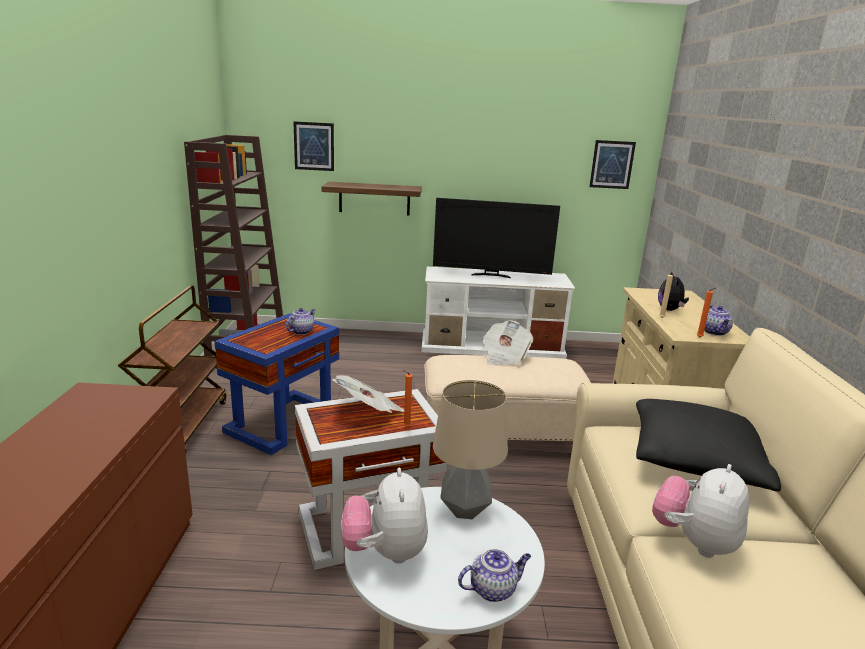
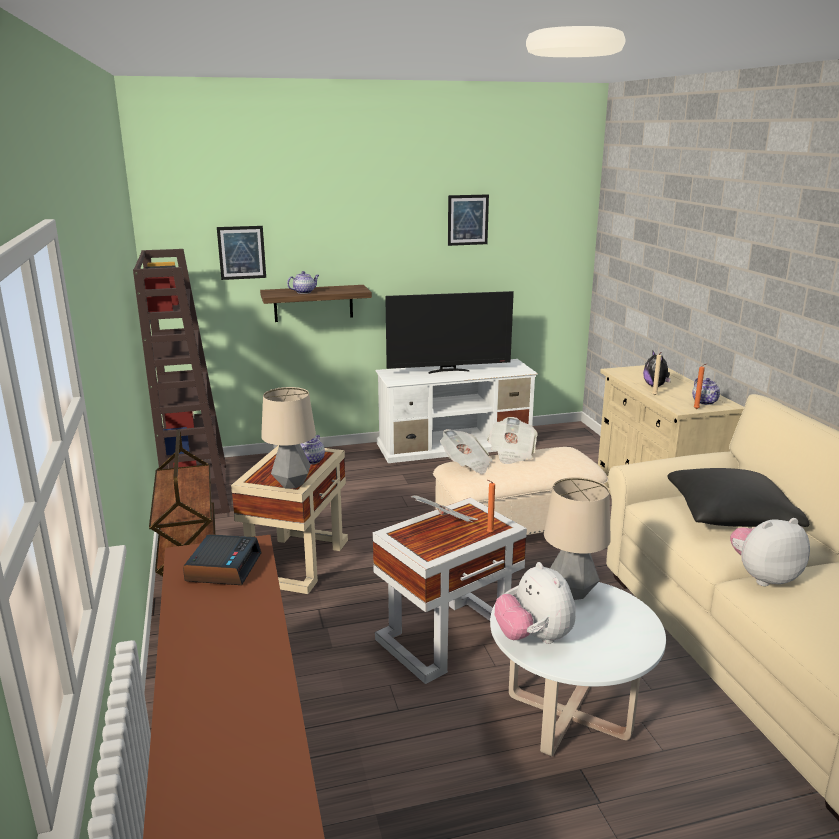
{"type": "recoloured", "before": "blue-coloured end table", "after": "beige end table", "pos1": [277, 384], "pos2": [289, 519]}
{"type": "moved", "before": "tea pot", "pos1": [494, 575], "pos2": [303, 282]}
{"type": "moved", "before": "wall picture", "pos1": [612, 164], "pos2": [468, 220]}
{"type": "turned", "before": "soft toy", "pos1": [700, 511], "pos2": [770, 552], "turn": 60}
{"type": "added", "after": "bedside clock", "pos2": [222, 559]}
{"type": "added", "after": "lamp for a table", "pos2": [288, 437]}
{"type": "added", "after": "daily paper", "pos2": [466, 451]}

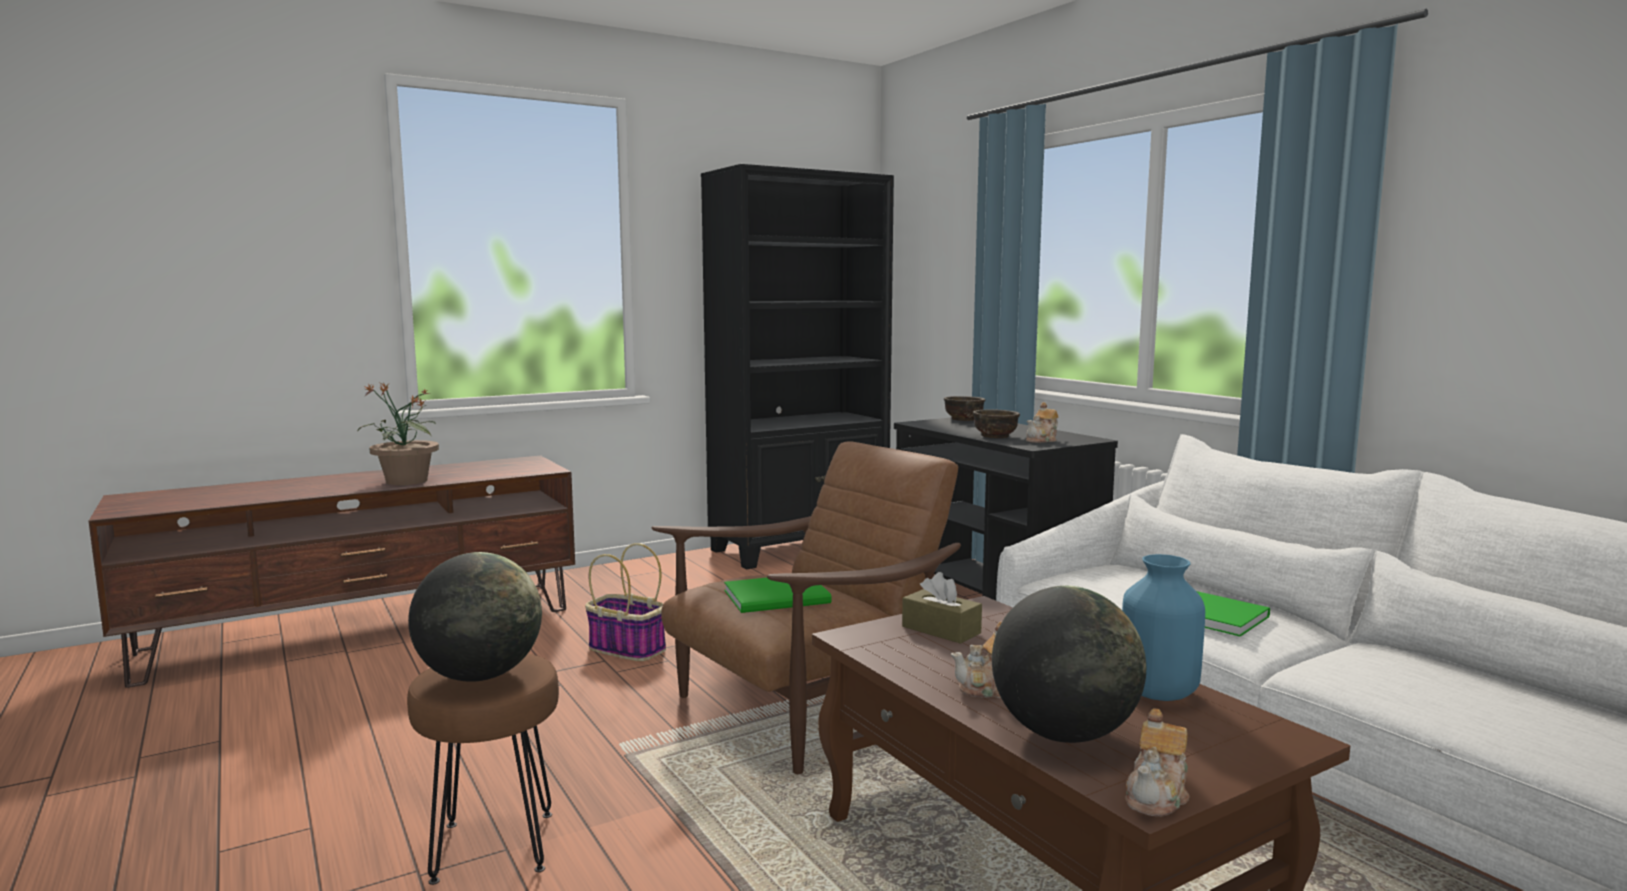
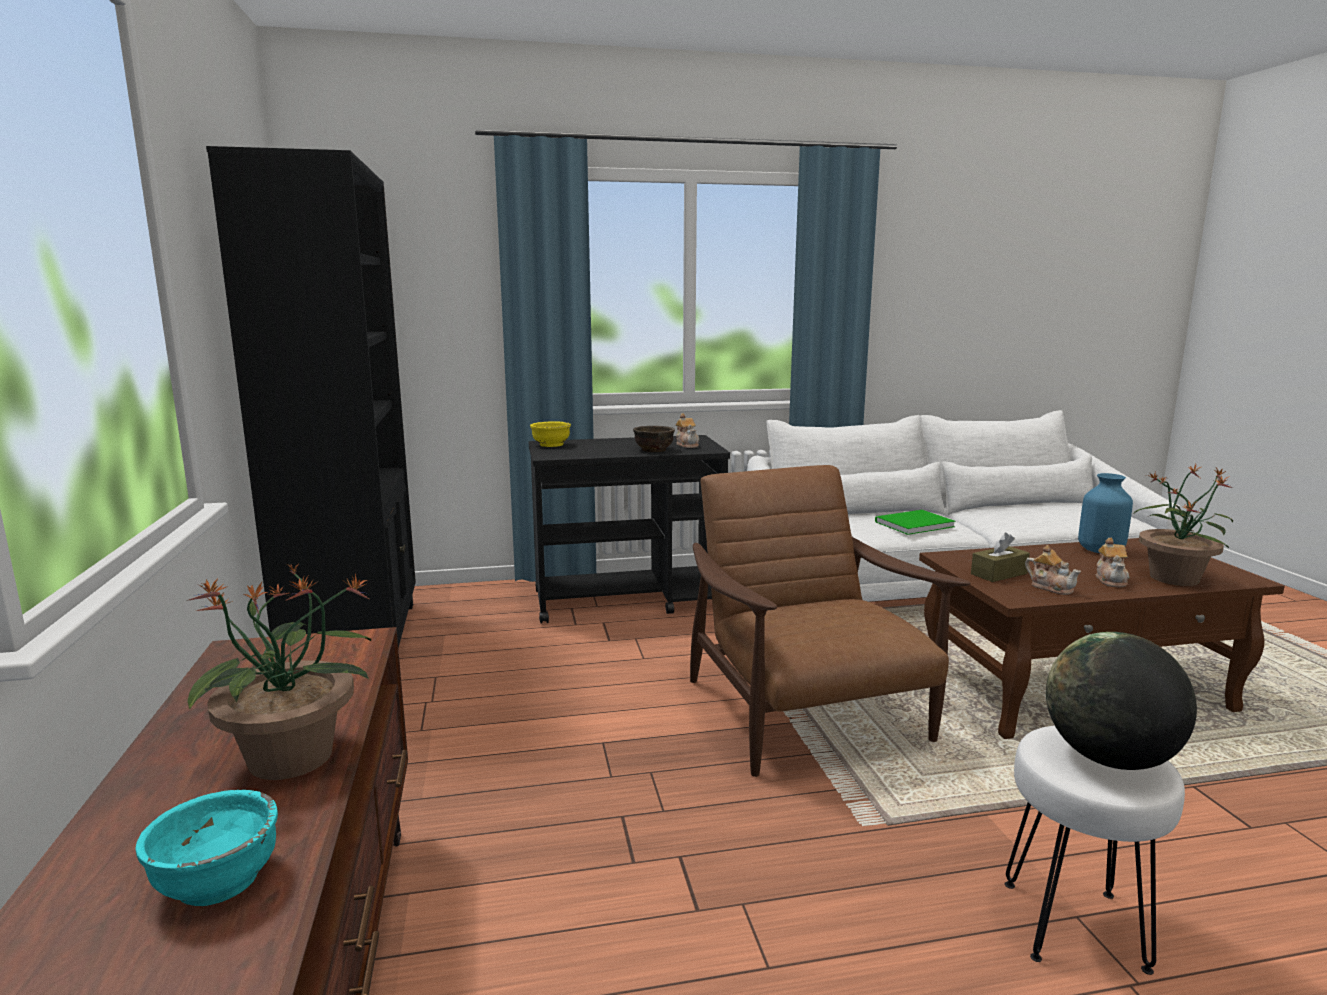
{"type": "recoloured", "before": "brownish stool seat", "after": "whitish stool seat", "pos1": [483, 769], "pos2": [1095, 850]}
{"type": "removed", "before": "household basket", "pos1": [625, 602]}
{"type": "removed", "before": "green-coloured volume", "pos1": [777, 595]}
{"type": "recoloured", "before": "brownish bowl", "after": "yellow-coloured bowl", "pos1": [964, 408], "pos2": [550, 434]}
{"type": "replaced", "before": "desk globe", "after": "potted plant", "pos1": [1069, 664], "pos2": [1183, 525]}
{"type": "moved", "before": "tea pot", "pos1": [1157, 762], "pos2": [1053, 570]}
{"type": "added", "after": "turquoise bowl", "pos2": [206, 848]}

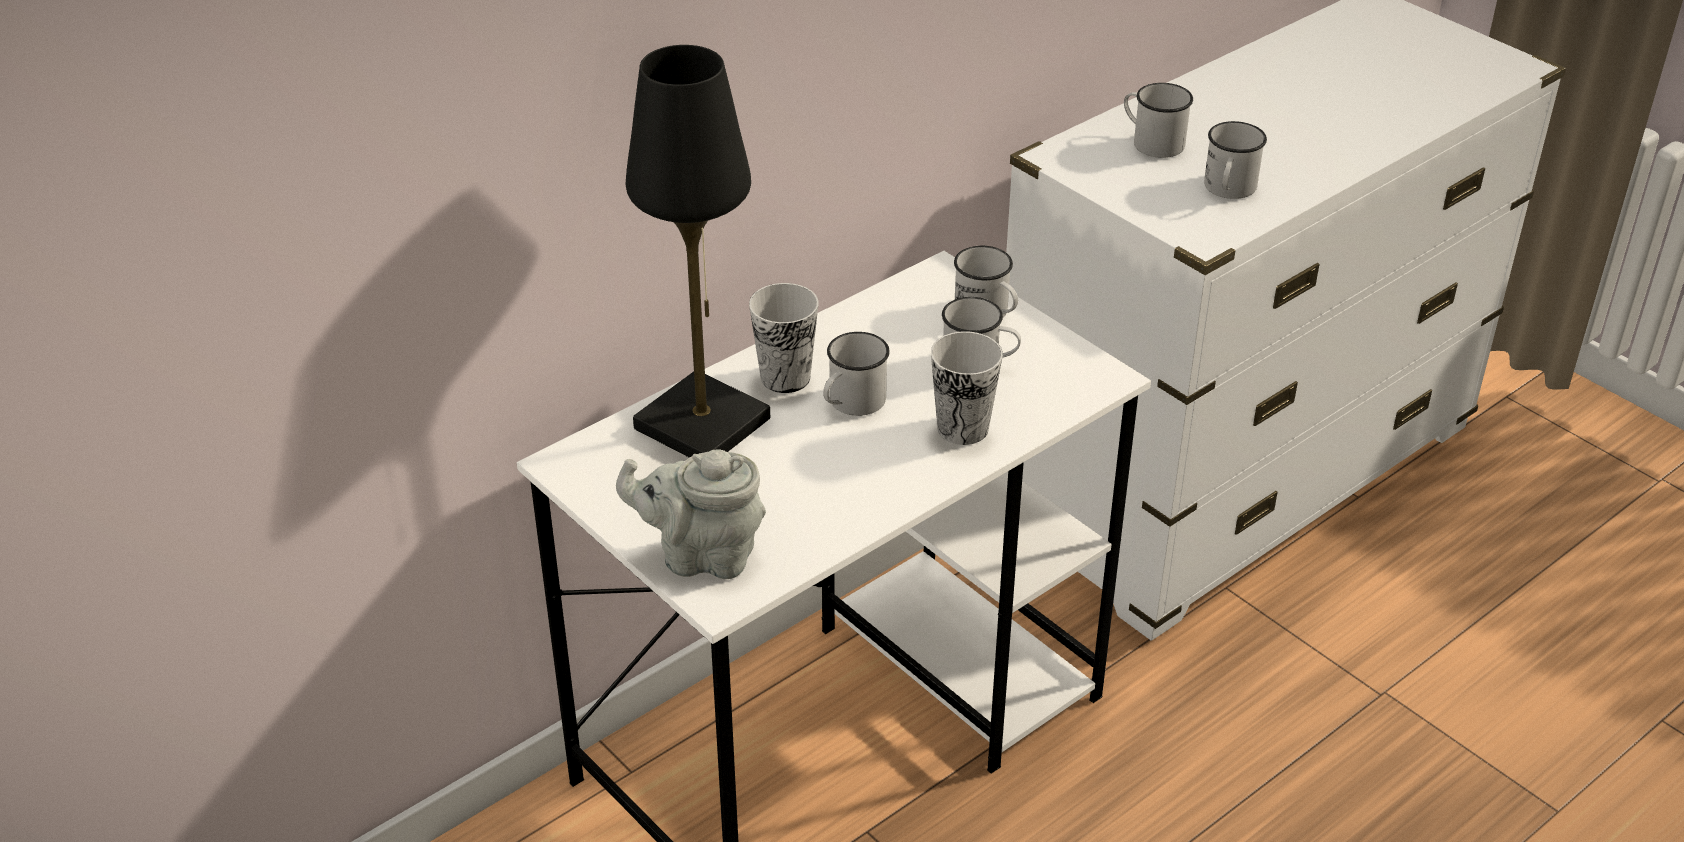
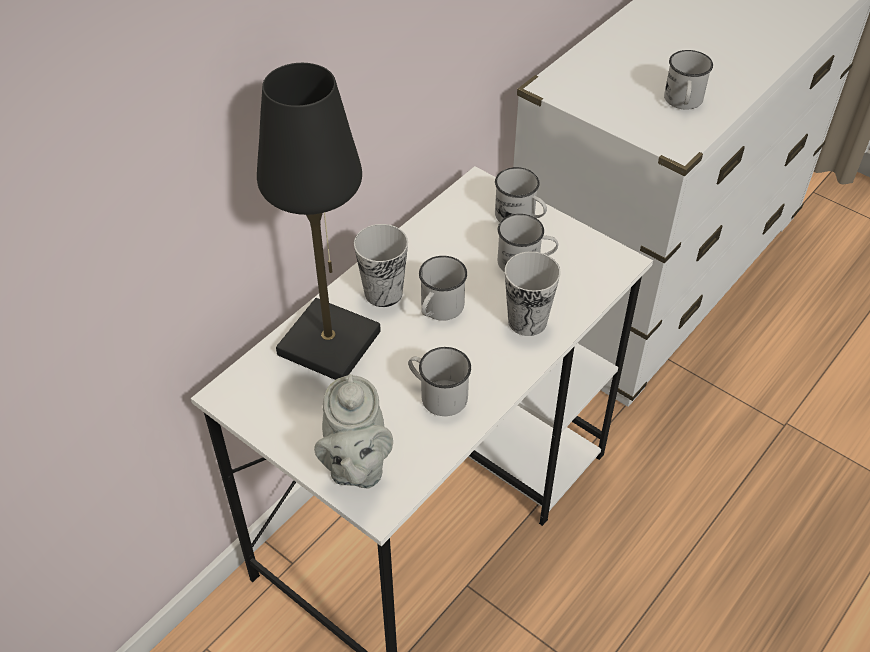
{"type": "turned", "before": "gray tea pot", "pos1": [691, 514], "pos2": [353, 431], "turn": -90}
{"type": "moved", "before": "whitish mug", "pos1": [1158, 120], "pos2": [439, 381]}

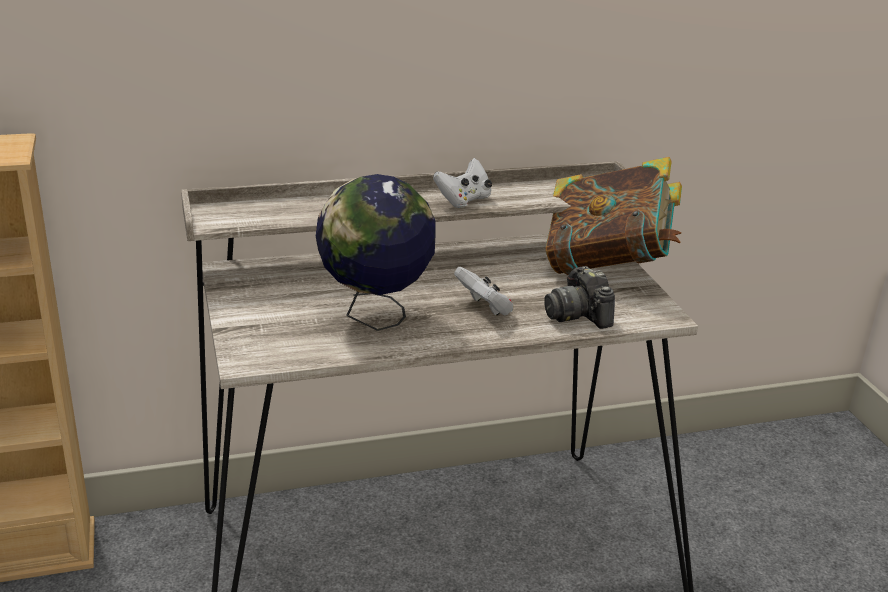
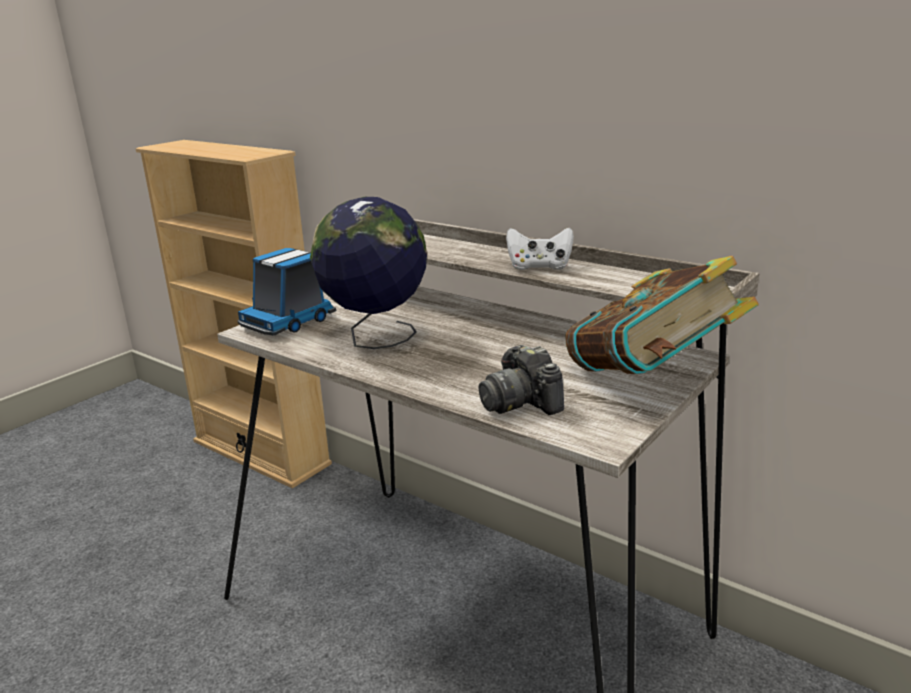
{"type": "removed", "before": "whitish gamepad", "pos1": [484, 291]}
{"type": "turned", "before": "still camera", "pos1": [579, 297], "pos2": [521, 380], "turn": -60}
{"type": "added", "after": "toy truck", "pos2": [287, 291]}

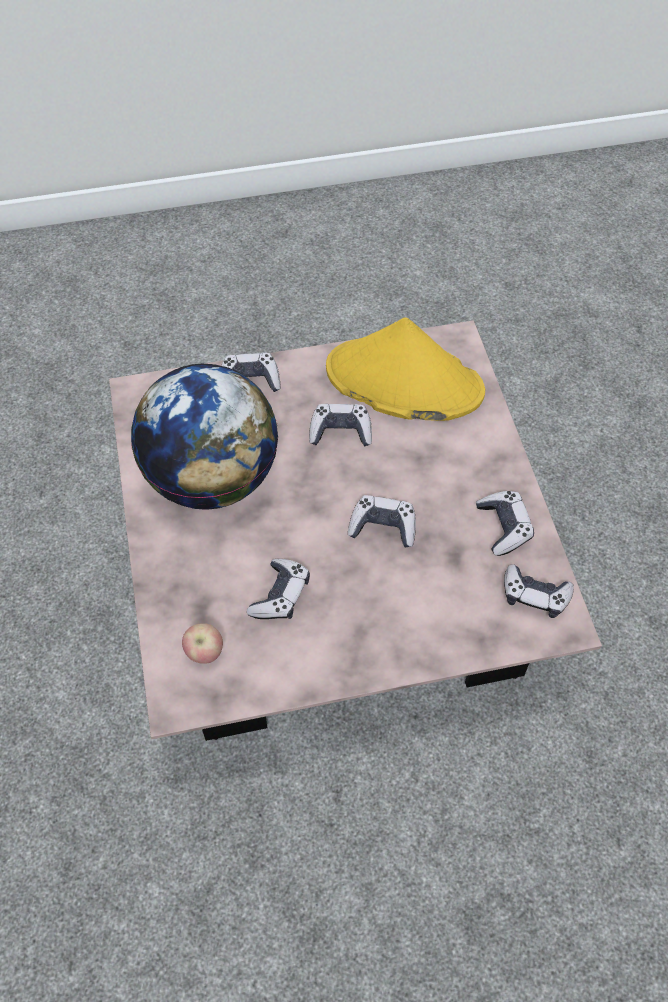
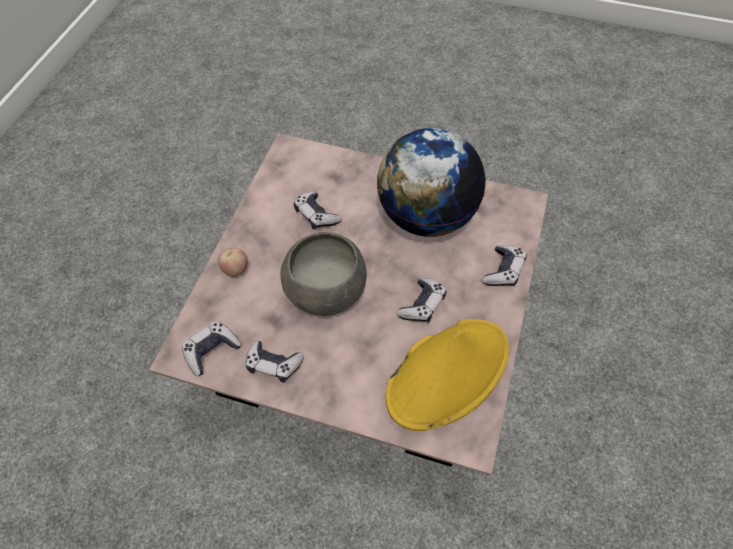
{"type": "moved", "before": "apple fruit", "pos1": [202, 643], "pos2": [233, 262]}
{"type": "replaced", "before": "gamepad", "after": "gray bowl", "pos1": [382, 521], "pos2": [323, 274]}

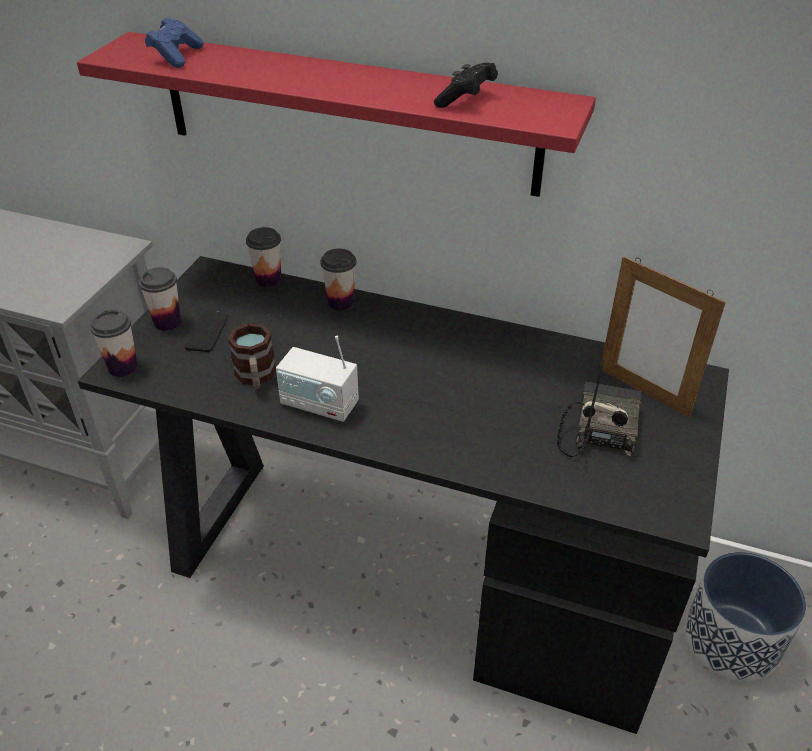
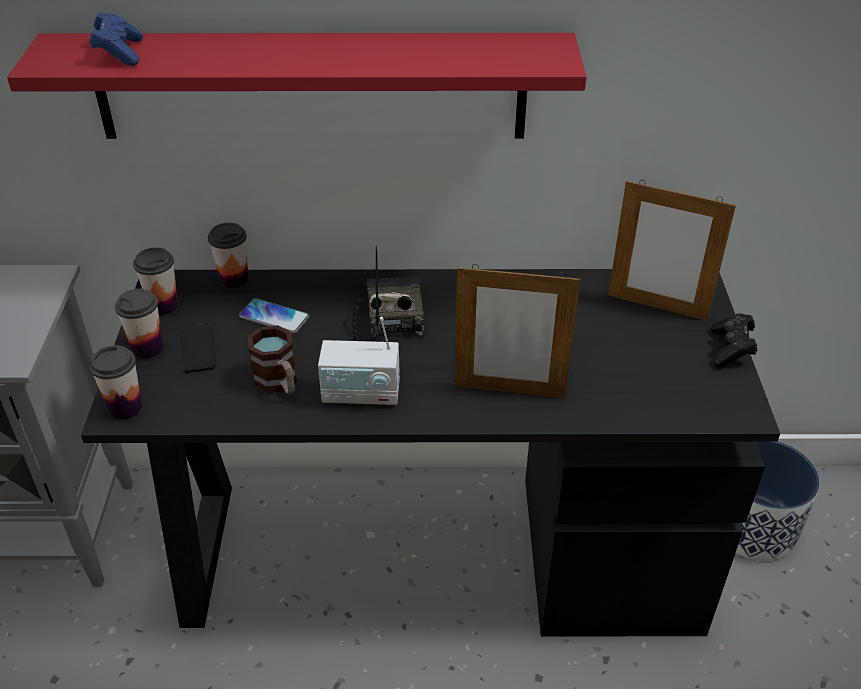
{"type": "moved", "before": "drinking cup", "pos1": [338, 280], "pos2": [155, 281]}
{"type": "moved", "before": "black-coloured gamepad", "pos1": [466, 85], "pos2": [734, 341]}
{"type": "moved", "before": "radio", "pos1": [599, 408], "pos2": [388, 294]}
{"type": "added", "after": "phone", "pos2": [274, 316]}
{"type": "added", "after": "photo frame", "pos2": [517, 331]}

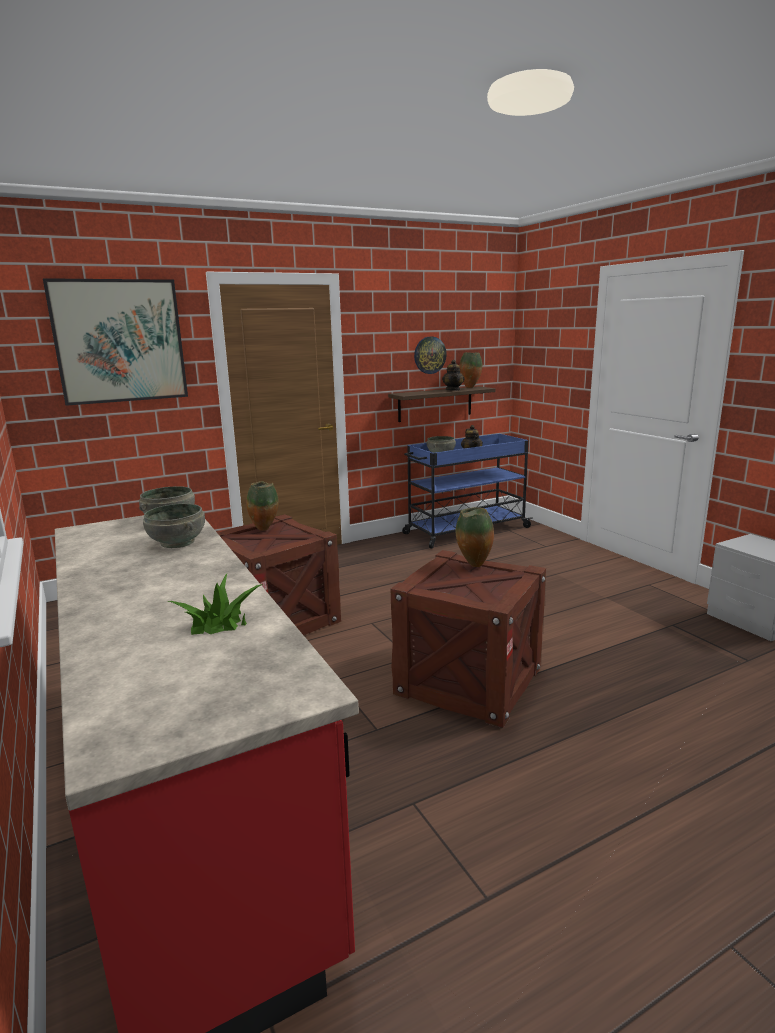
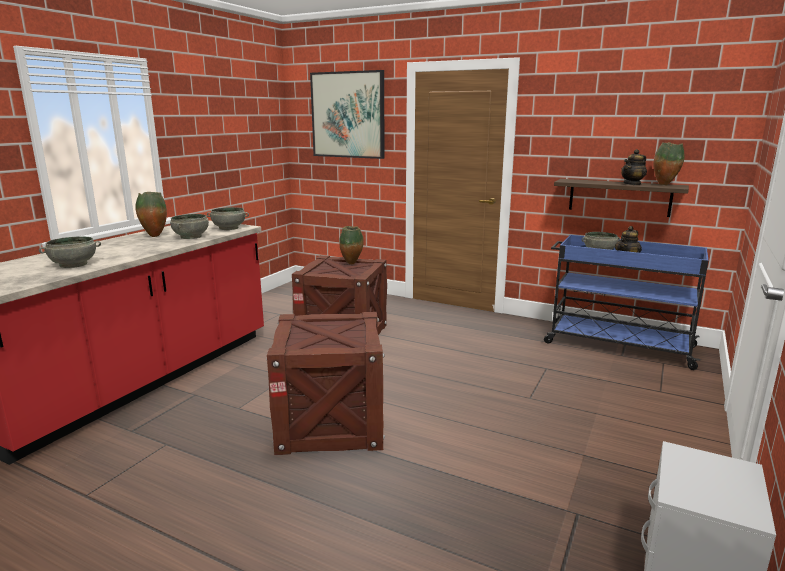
{"type": "replaced", "before": "potted plant", "after": "gray bowl", "pos1": [215, 604], "pos2": [70, 252]}
{"type": "removed", "before": "hanging clock", "pos1": [430, 355]}
{"type": "moved", "before": "decorative vase", "pos1": [474, 537], "pos2": [151, 214]}

